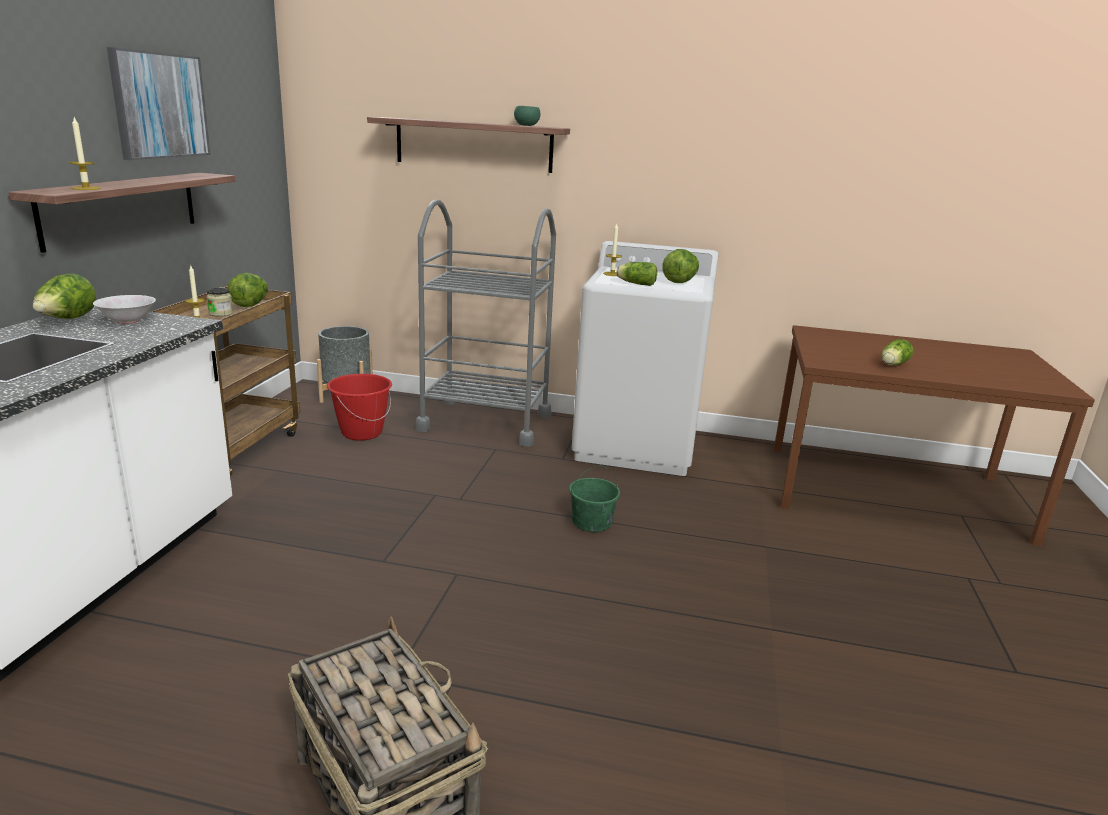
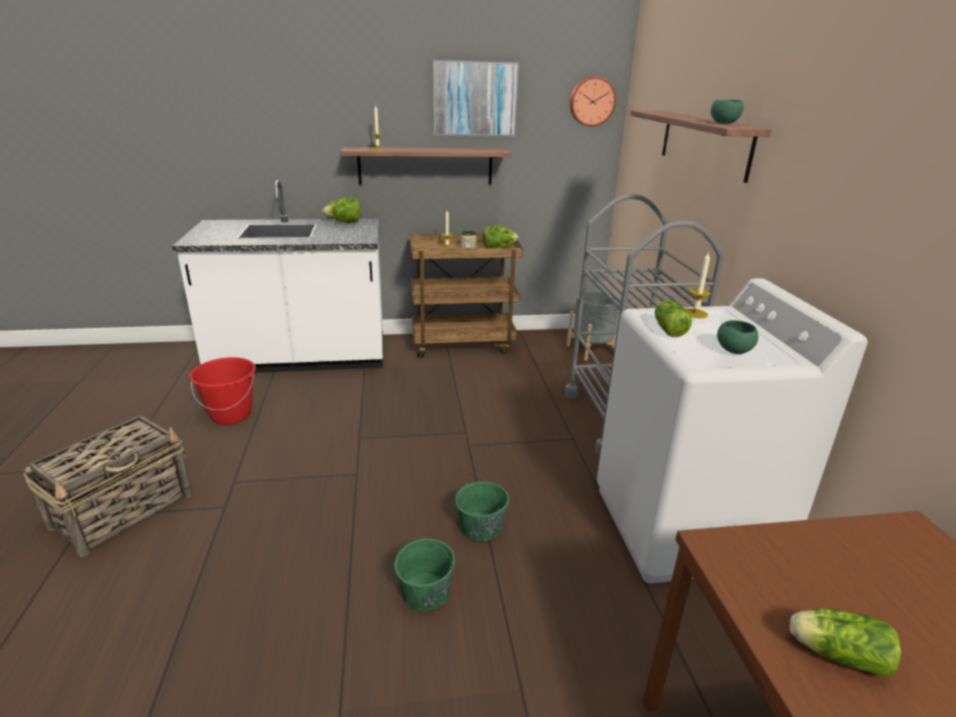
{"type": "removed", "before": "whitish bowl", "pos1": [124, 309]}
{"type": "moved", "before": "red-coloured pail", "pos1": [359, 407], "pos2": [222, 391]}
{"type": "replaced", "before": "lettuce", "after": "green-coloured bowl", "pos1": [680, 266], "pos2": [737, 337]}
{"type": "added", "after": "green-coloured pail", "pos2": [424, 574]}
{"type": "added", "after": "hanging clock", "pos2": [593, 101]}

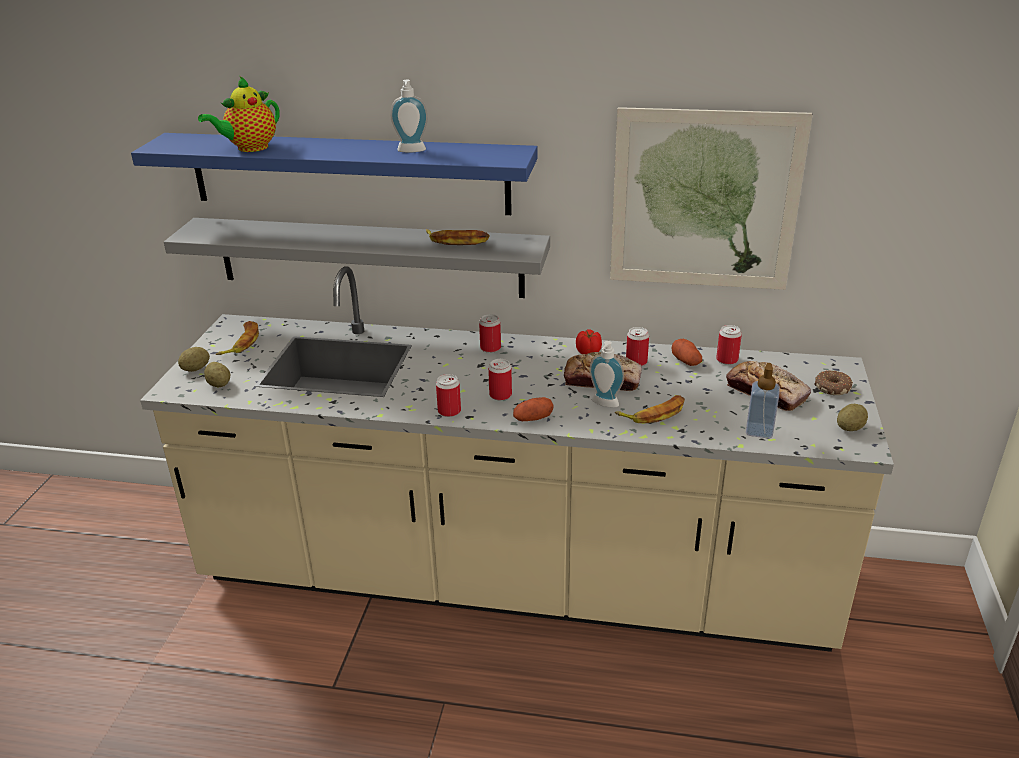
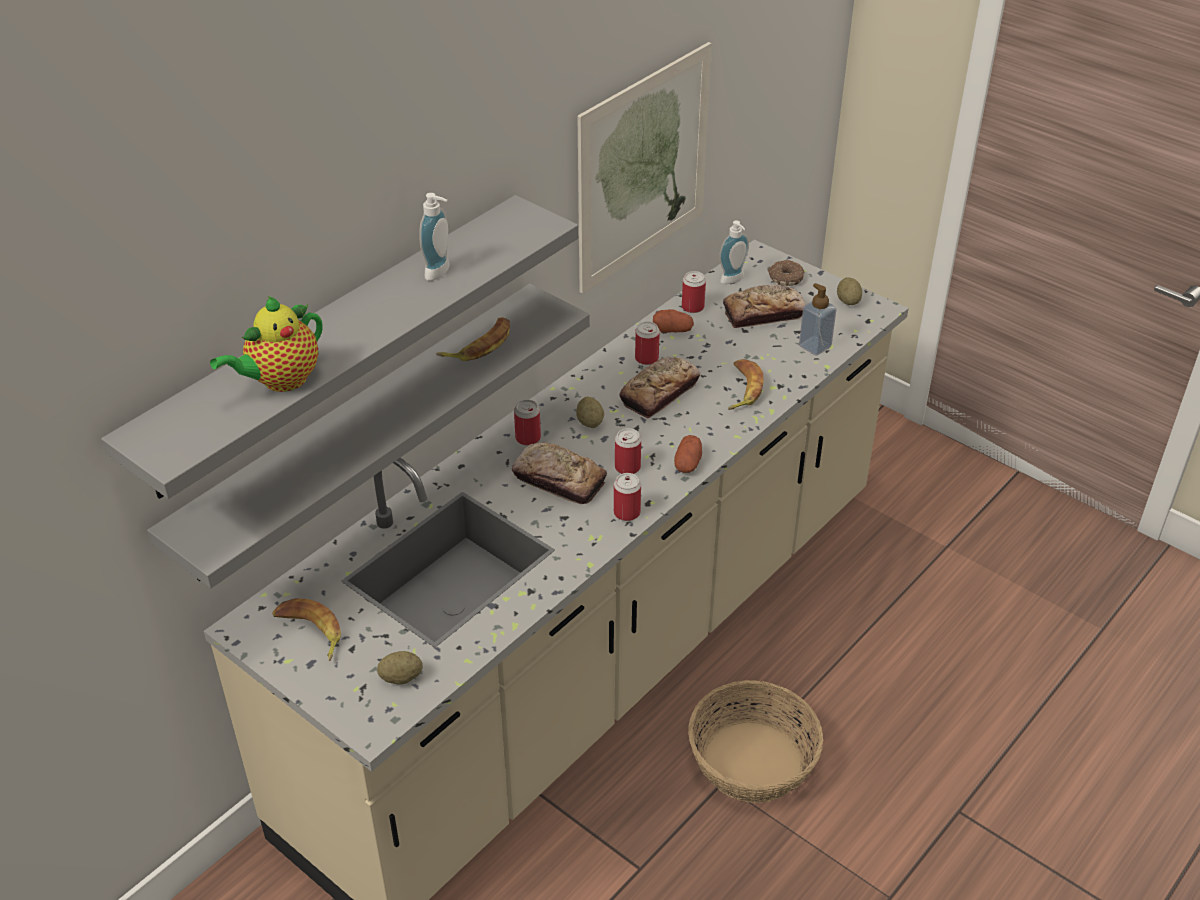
{"type": "recoloured", "before": "blue-coloured wall shelf", "after": "gray wall shelf", "pos1": [334, 174], "pos2": [339, 347]}
{"type": "moved", "before": "spud", "pos1": [194, 359], "pos2": [590, 412]}
{"type": "turned", "before": "tea pot", "pos1": [239, 114], "pos2": [266, 344], "turn": 60}
{"type": "removed", "before": "tomato", "pos1": [589, 341]}
{"type": "moved", "before": "soap dispenser", "pos1": [606, 374], "pos2": [734, 252]}
{"type": "added", "after": "bakery bread", "pos2": [559, 473]}
{"type": "added", "after": "household basket", "pos2": [755, 741]}

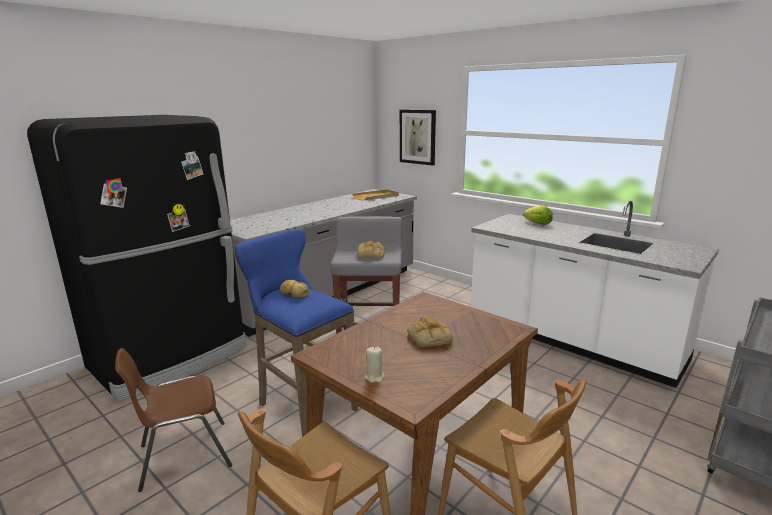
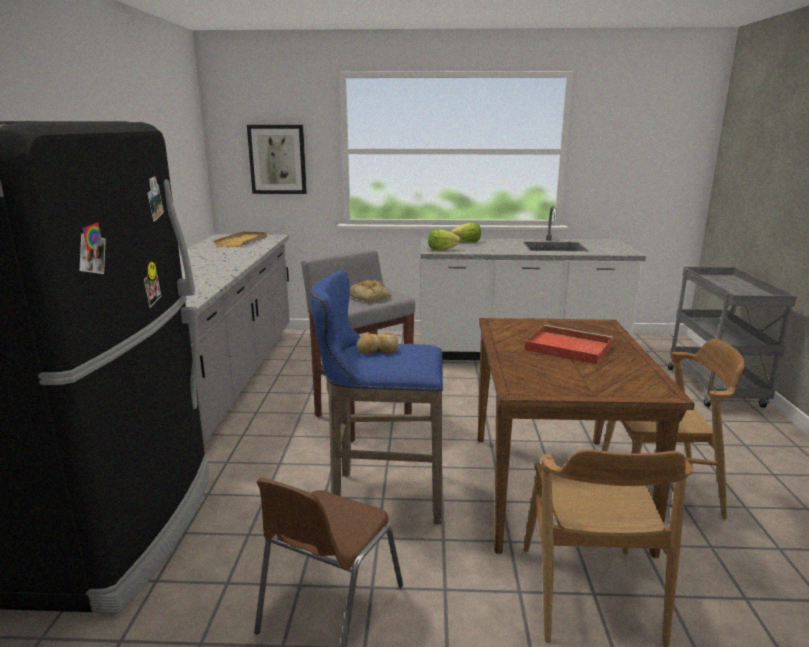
{"type": "removed", "before": "beige candle", "pos1": [375, 365]}
{"type": "replaced", "before": "bakery bread", "after": "red-coloured serving tray", "pos1": [430, 331], "pos2": [569, 345]}
{"type": "added", "after": "lettuce", "pos2": [444, 239]}

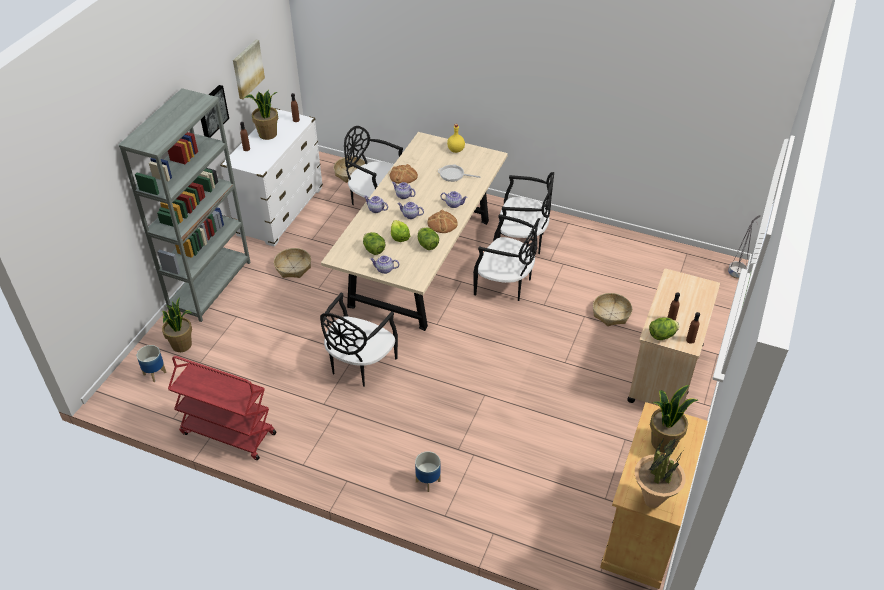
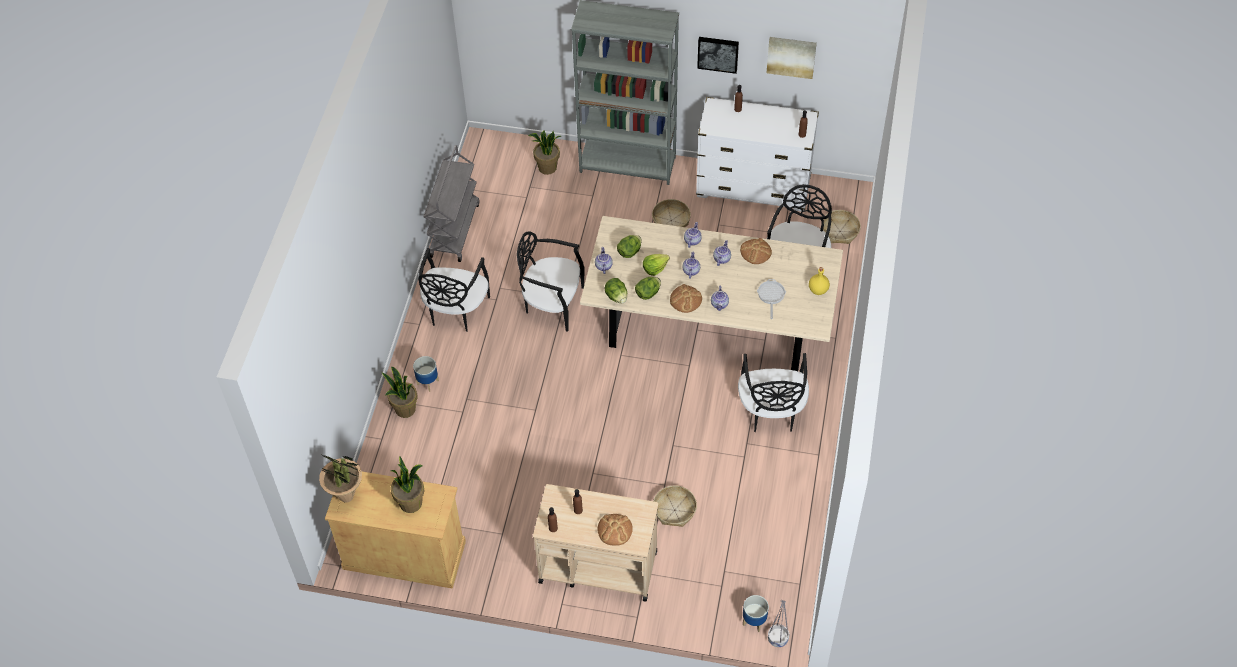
{"type": "moved", "before": "plant pot", "pos1": [151, 363], "pos2": [756, 613]}
{"type": "recoloured", "before": "red-coloured wheeled cart", "after": "gray wheeled cart", "pos1": [222, 408], "pos2": [452, 203]}
{"type": "moved", "before": "potted plant", "pos1": [261, 115], "pos2": [399, 392]}
{"type": "moved", "before": "black-coloured chair", "pos1": [506, 257], "pos2": [454, 290]}
{"type": "moved", "before": "lettuce", "pos1": [664, 328], "pos2": [616, 290]}
{"type": "added", "after": "bakery bread", "pos2": [615, 530]}

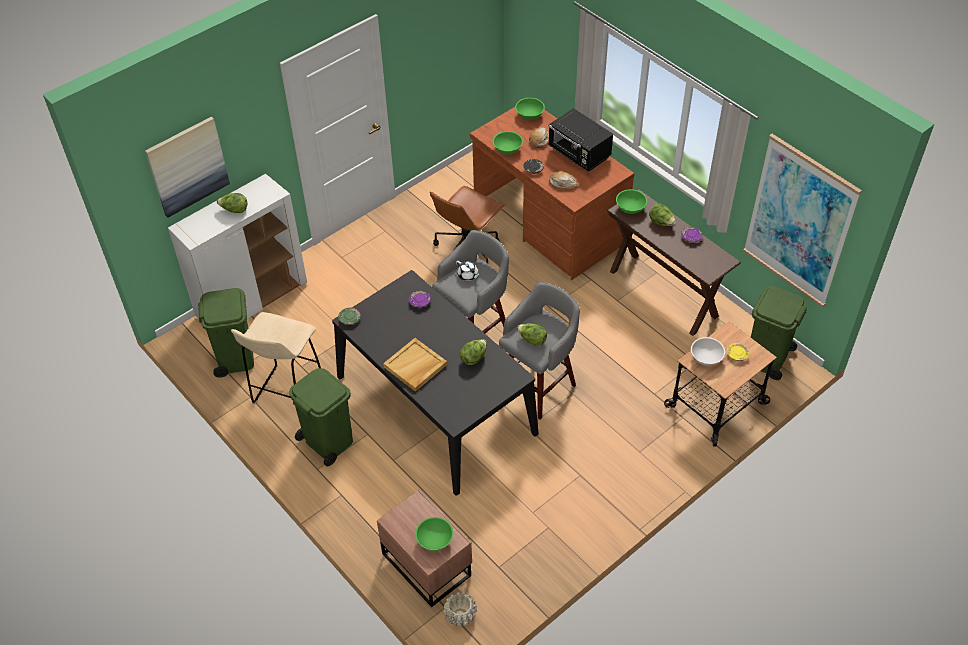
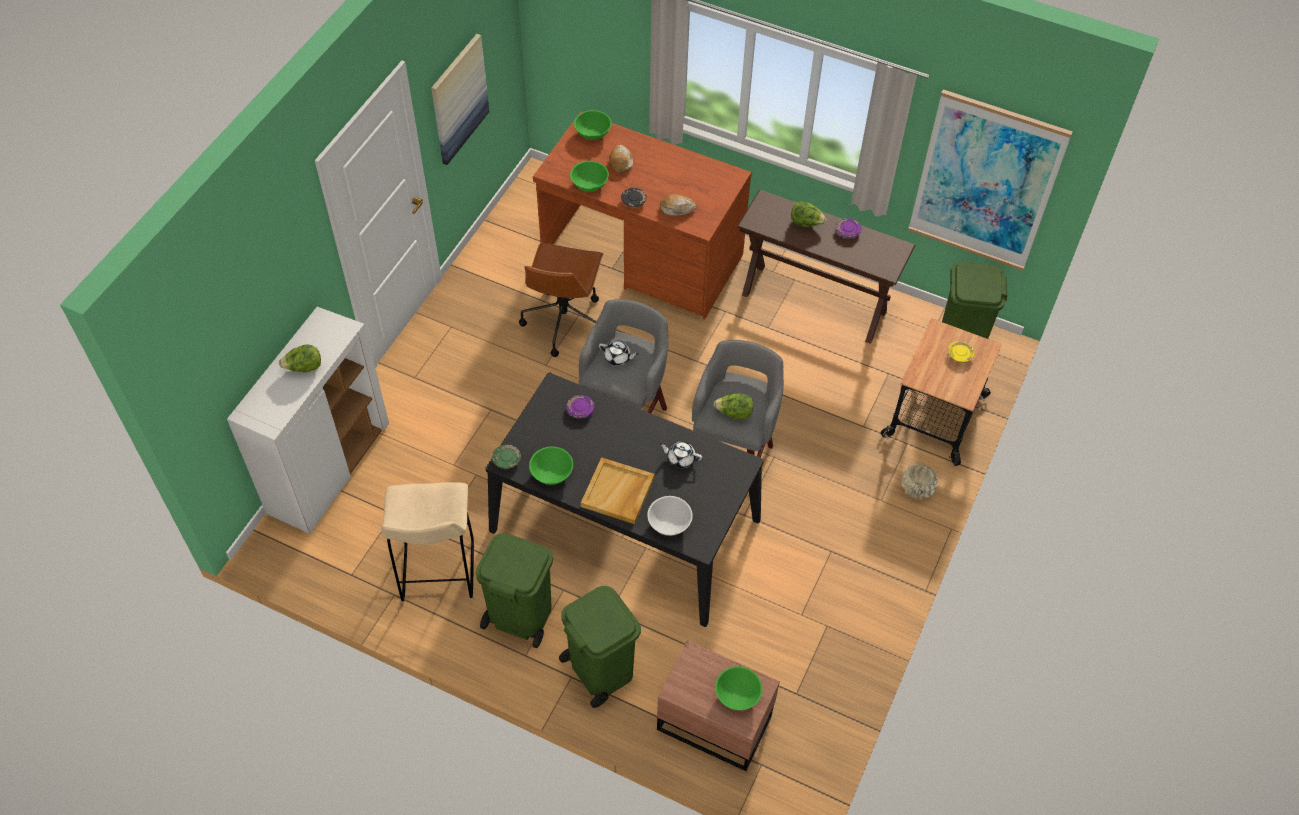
{"type": "moved", "before": "wall picture", "pos1": [187, 167], "pos2": [460, 99]}
{"type": "moved", "before": "green-coloured rubbish bin", "pos1": [226, 333], "pos2": [600, 647]}
{"type": "moved", "before": "beige plant pot", "pos1": [460, 609], "pos2": [920, 481]}
{"type": "replaced", "before": "lettuce", "after": "whitish tea pot", "pos1": [473, 352], "pos2": [680, 454]}
{"type": "removed", "before": "black-coloured kitchen microwave", "pos1": [580, 139]}
{"type": "moved", "before": "green-coloured bowl", "pos1": [631, 201], "pos2": [551, 465]}
{"type": "moved", "before": "whitish bowl", "pos1": [708, 351], "pos2": [670, 516]}

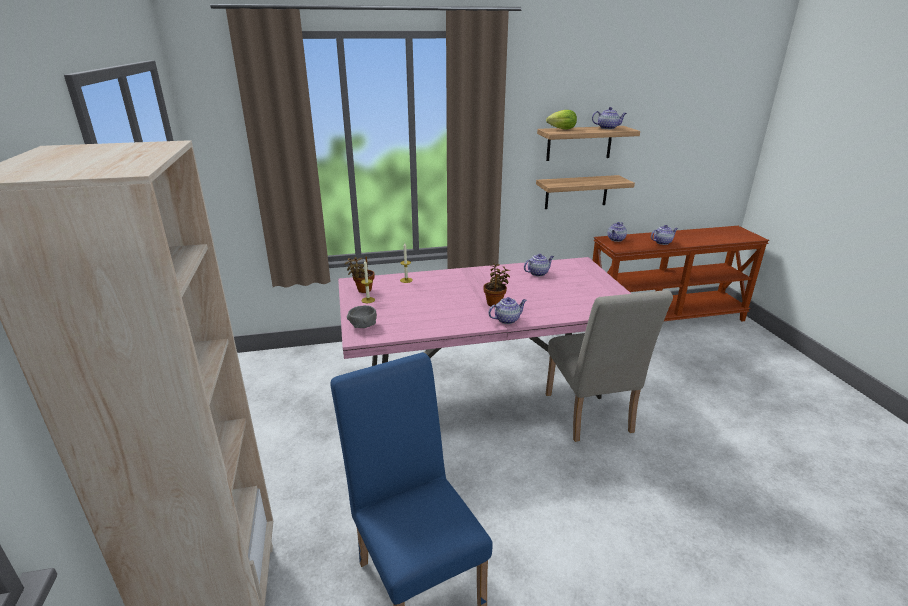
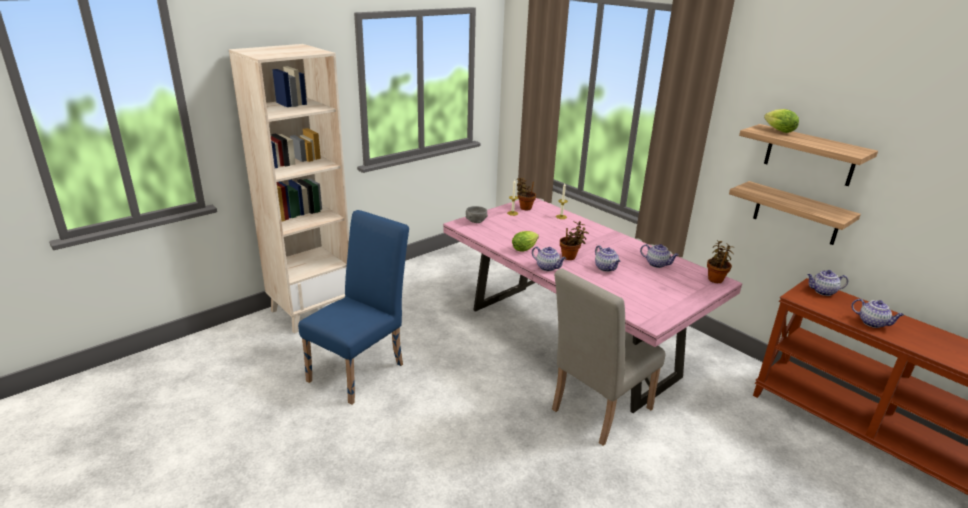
{"type": "moved", "before": "tea pot", "pos1": [609, 118], "pos2": [608, 258]}
{"type": "added", "after": "lettuce", "pos2": [525, 241]}
{"type": "added", "after": "potted plant", "pos2": [721, 261]}

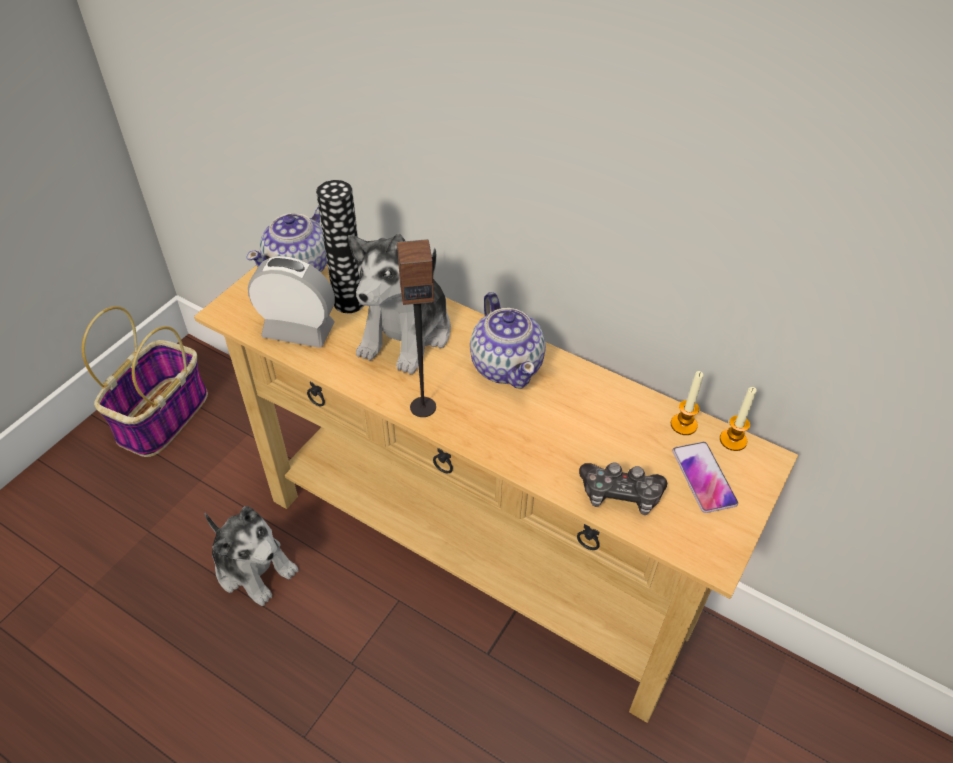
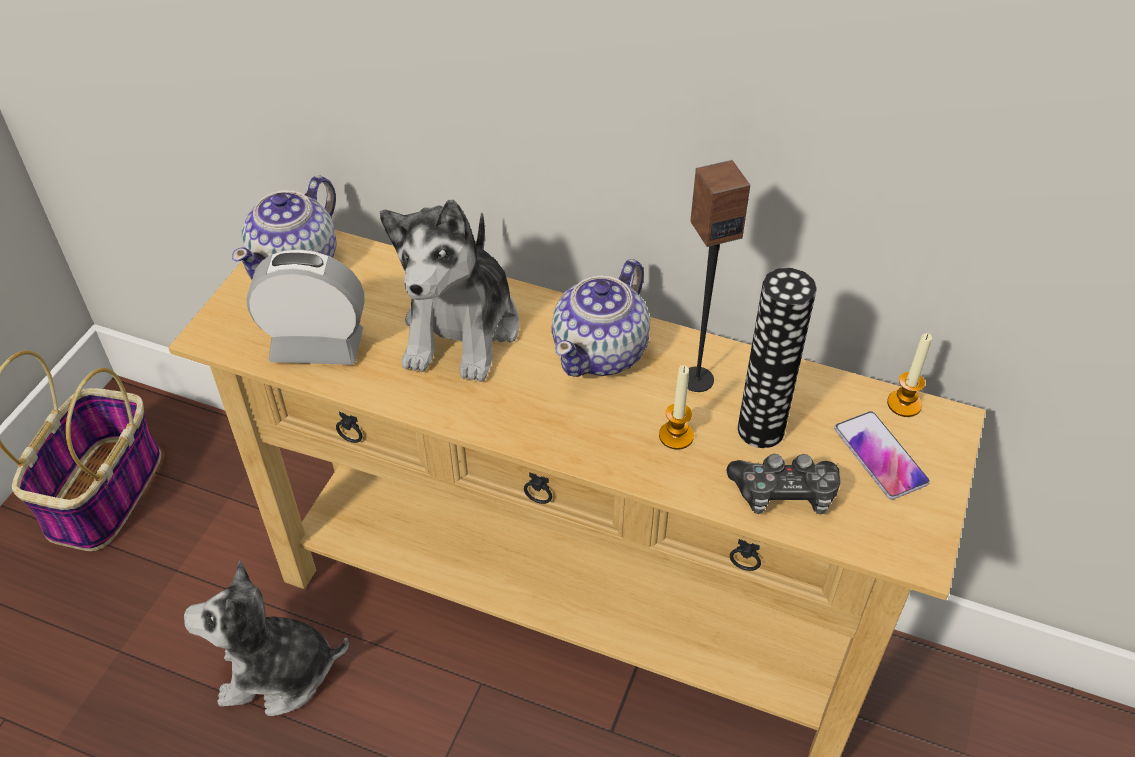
{"type": "turned", "before": "soft toy", "pos1": [252, 556], "pos2": [266, 638], "turn": 150}
{"type": "moved", "before": "decorative vase", "pos1": [340, 246], "pos2": [777, 358]}
{"type": "moved", "before": "audio speaker", "pos1": [416, 328], "pos2": [719, 276]}
{"type": "turned", "before": "tea pot", "pos1": [508, 340], "pos2": [601, 318], "turn": 60}
{"type": "moved", "before": "candle", "pos1": [687, 403], "pos2": [676, 407]}

